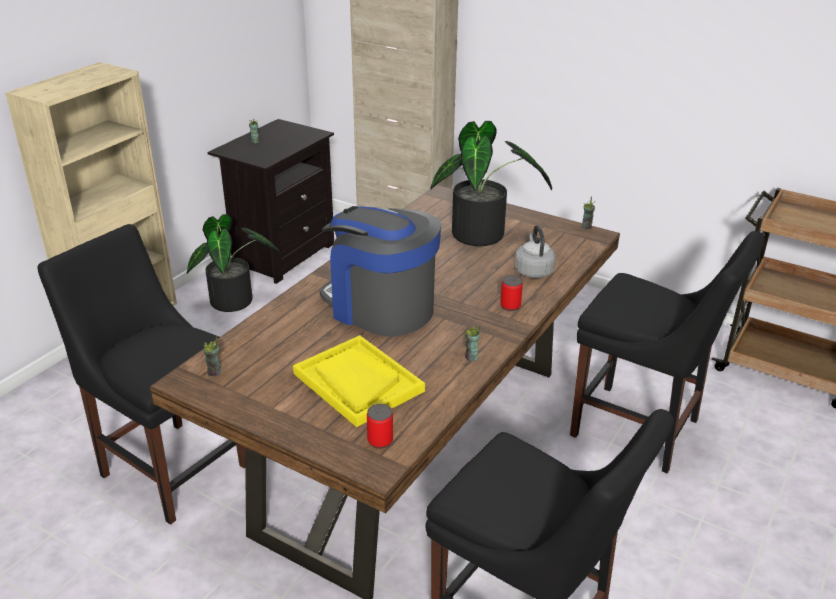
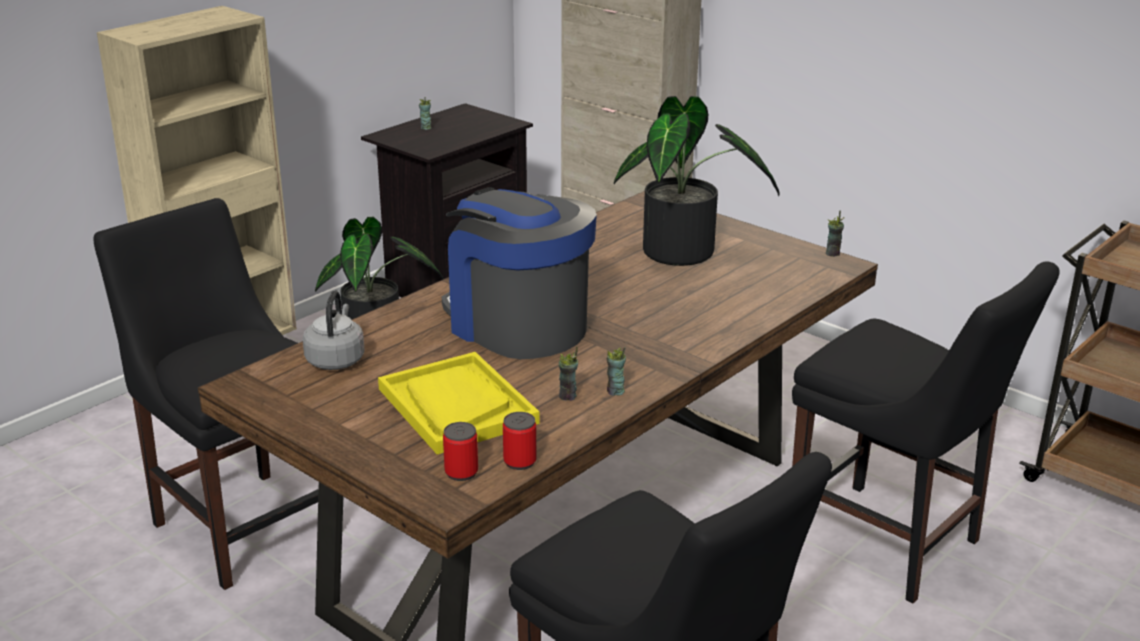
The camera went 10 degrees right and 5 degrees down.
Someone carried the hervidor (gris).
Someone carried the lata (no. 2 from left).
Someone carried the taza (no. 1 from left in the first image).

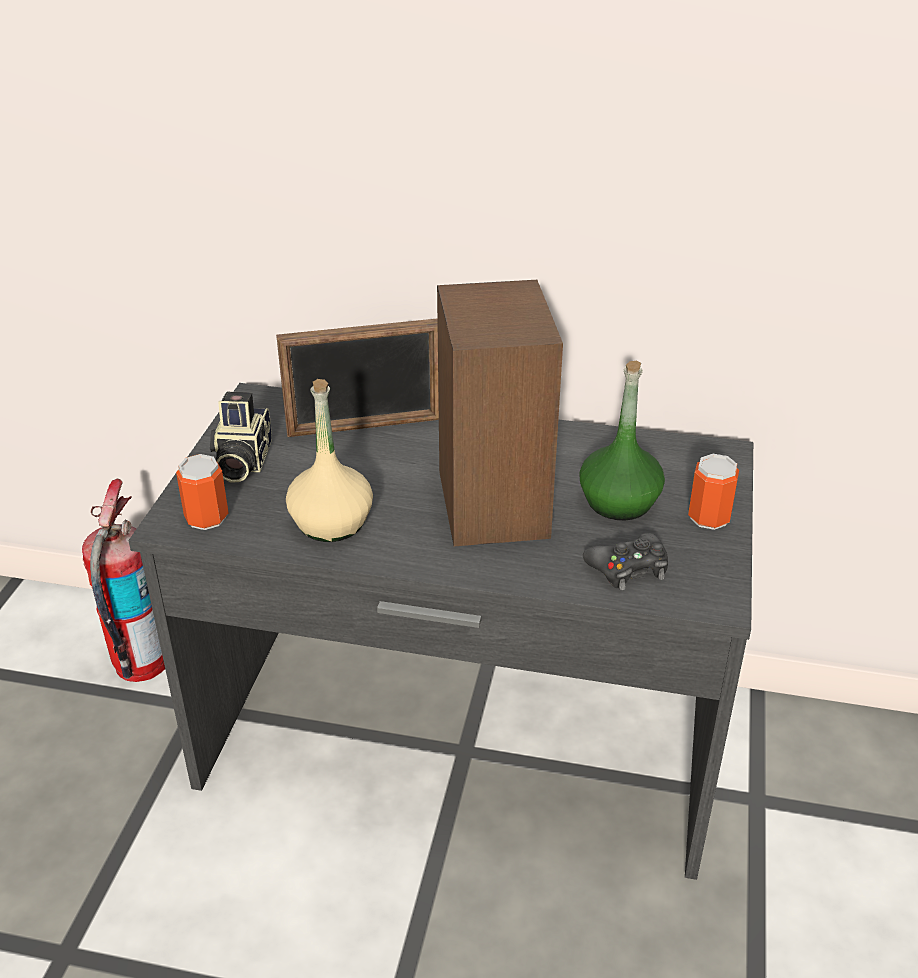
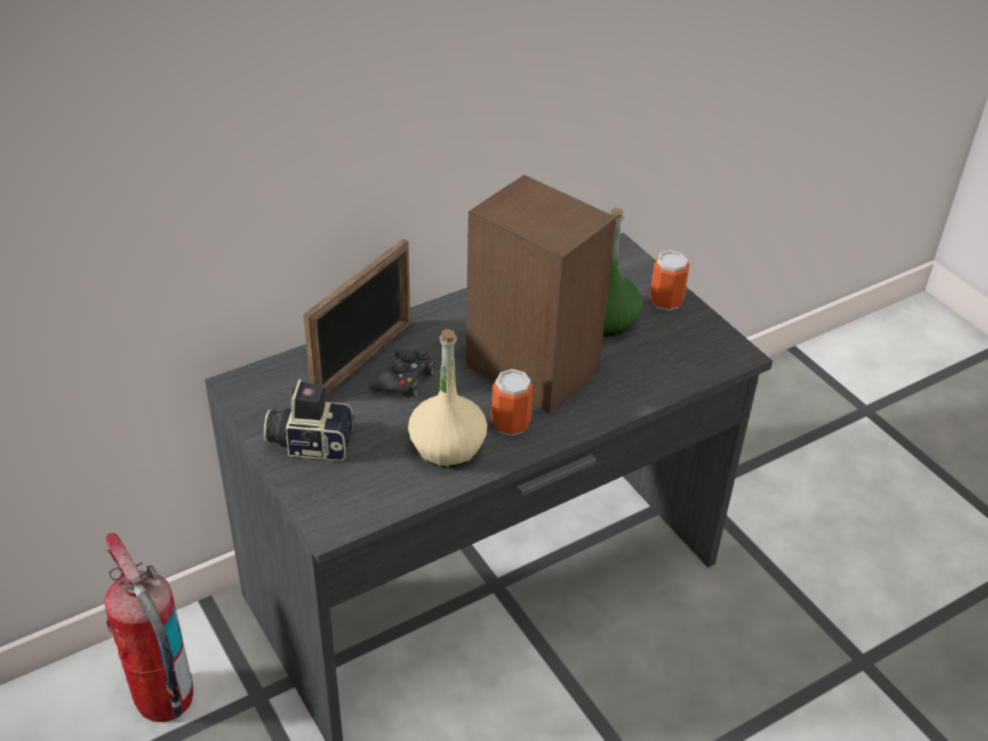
The camera went 45 degrees left and 5 degrees up.
Someone rotated the cámara by 135 degrees clockwise.
Someone carried the lata (no. 1 from left).
Someone carried the mando de consola (negro).

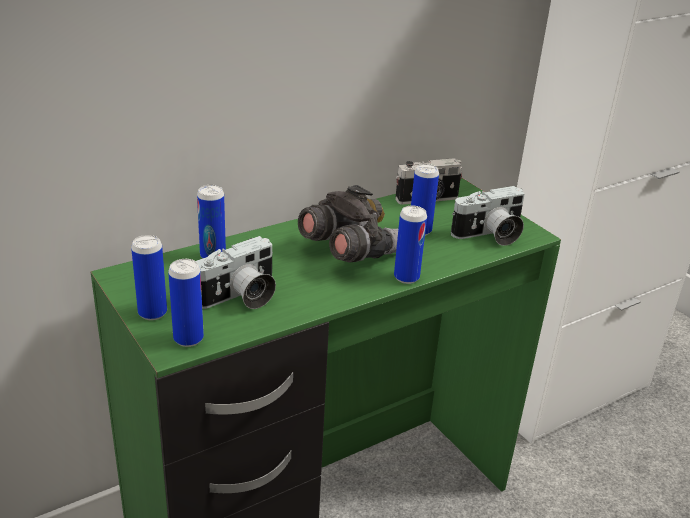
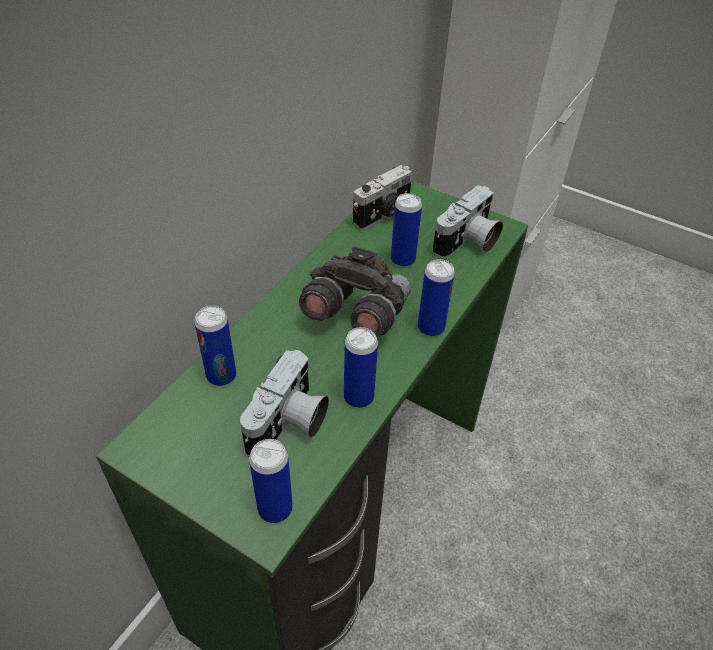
The camera went 25 degrees left and 15 degrees up.
Someone carried the lata (no. 1 from left in the first image).

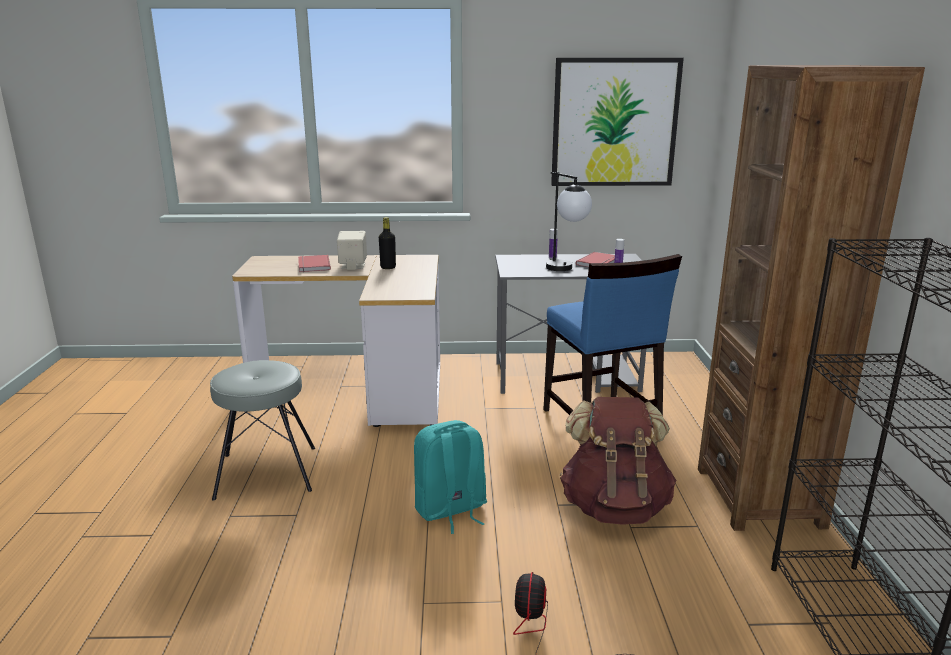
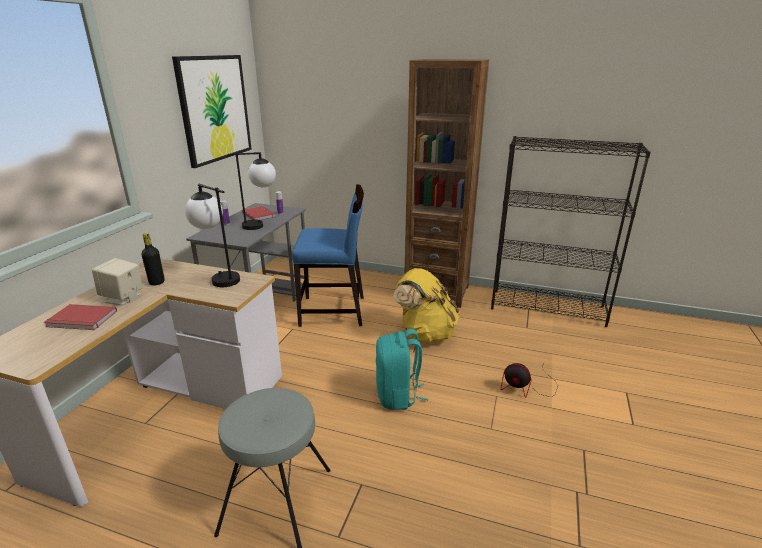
The camera went 70 degrees left and 5 degrees up.
Someone repainted the mochila (marrón), which became the mochila (amarillo).
Someone put down the lámpara de mesa (no. 1 from left).

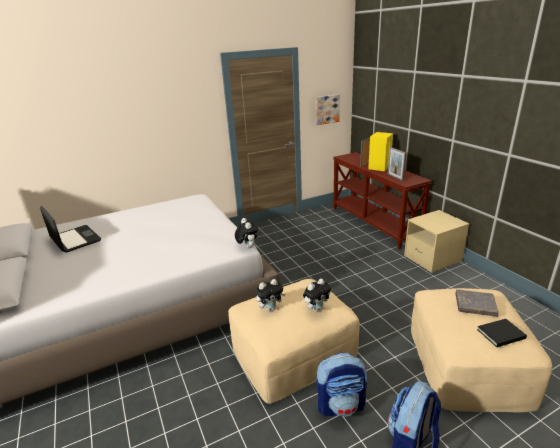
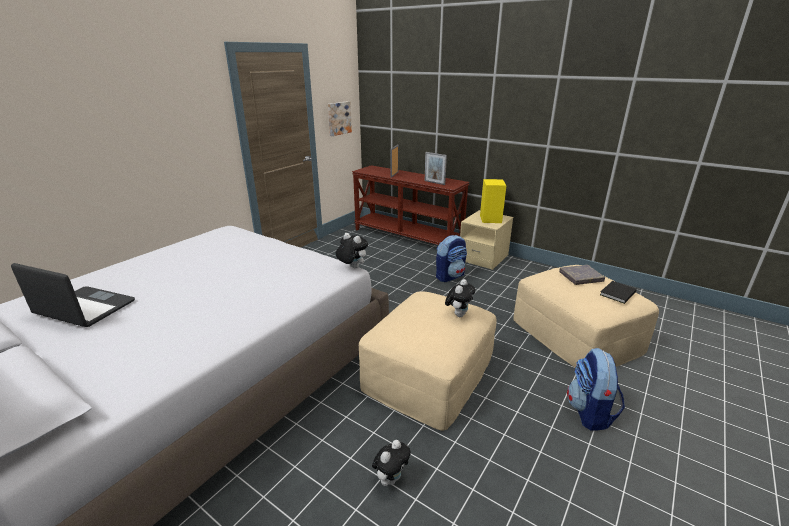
The camera went 30 degrees left and 0 degrees up.
Someone carried the altavoz (amarillo).
Someone carried the peluche (no. 2 from left).
Someone carried the mochila (no. 1 from left).

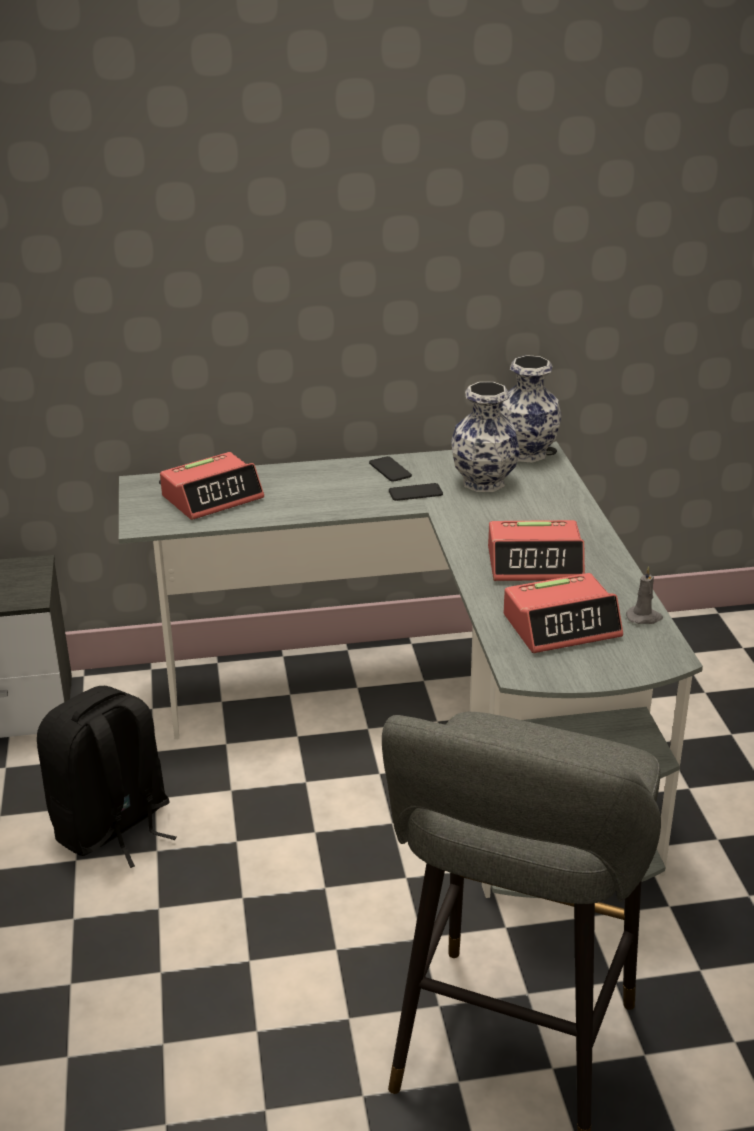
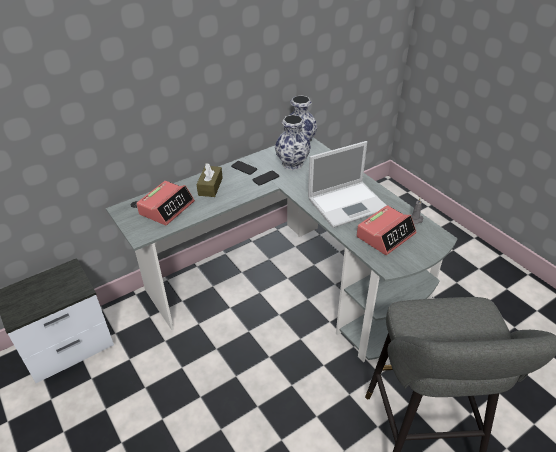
The camera went 25 degrees left and 10 degrees up.
Someone swapped the despertador (no. 2 from left) for the portátil.
Someone took away the mochila (negro).
Someone put down the caja de pañuelos (marrón).

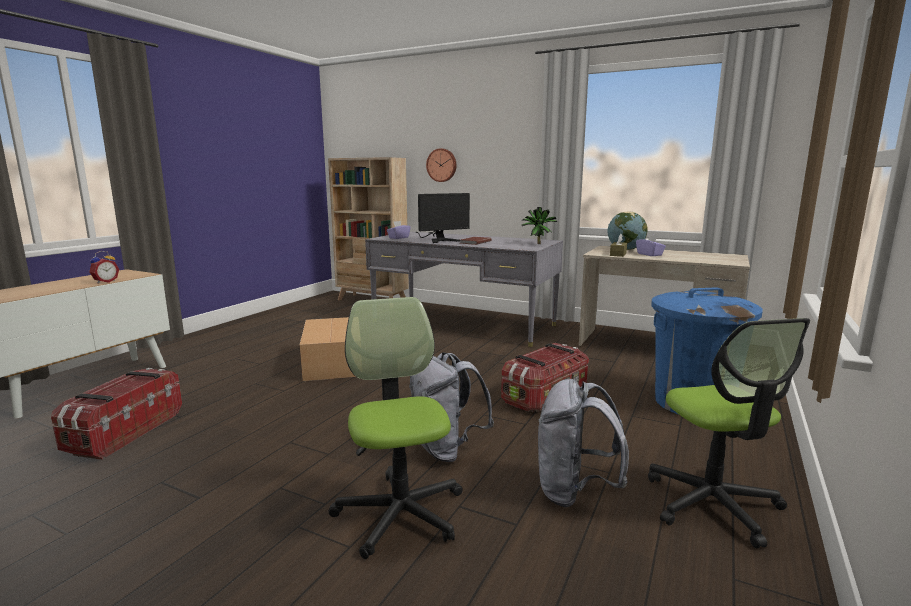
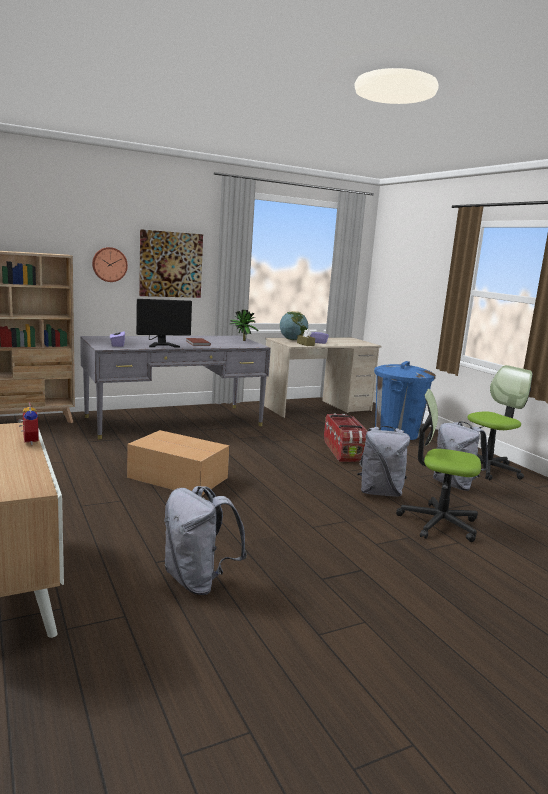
The camera went 55 degrees left and 0 degrees up.
Someone rotated the monitor by 60 degrees clockwise.
Someone rotated the silla de oficina (no. 2 from left) by 60 degrees counterclockwise.
Someone swapped the caja de almacenaje (no. 1 from left) for the mochila (gris) (no. 1 from left).
Someone put up the cuadro.

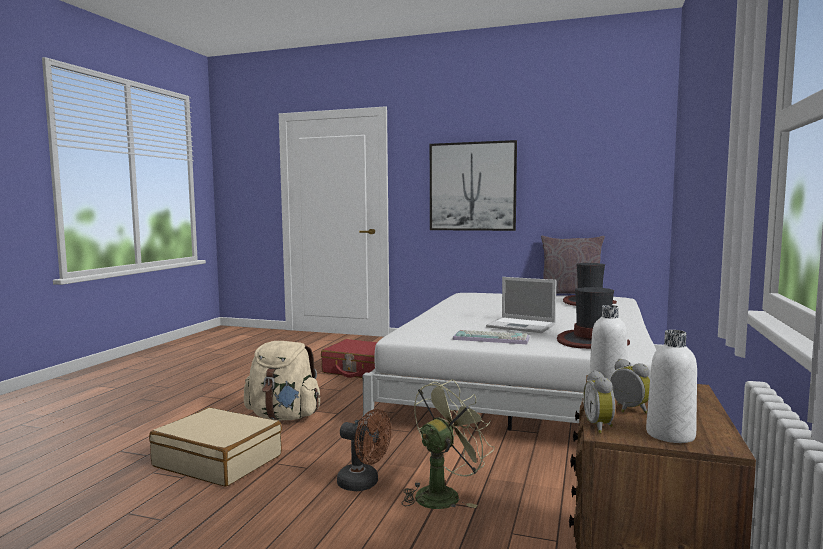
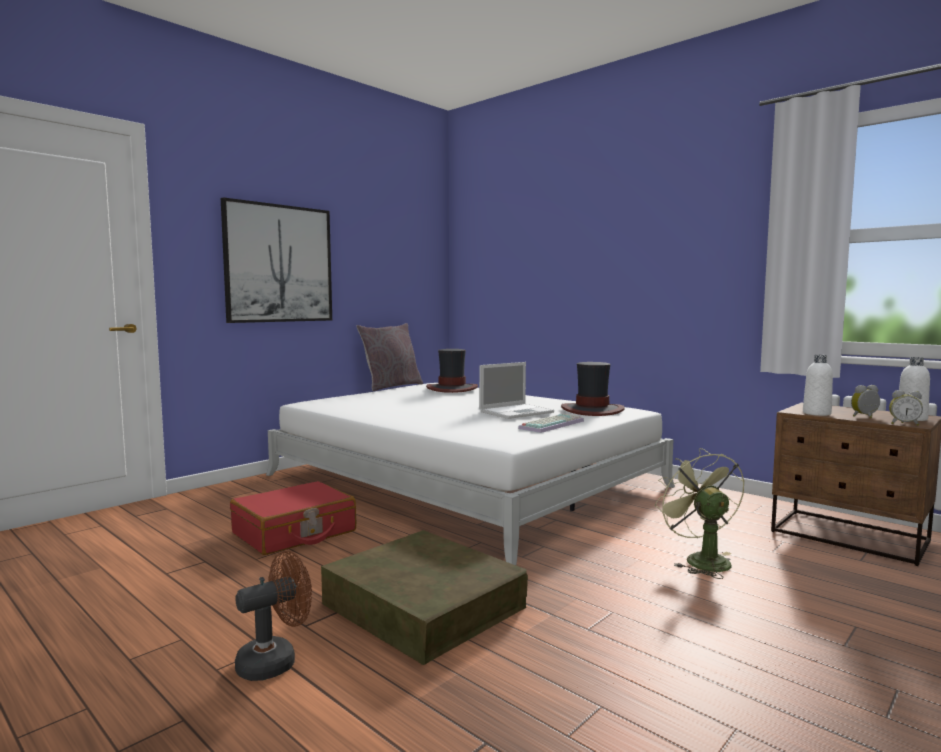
The camera went 65 degrees left and 0 degrees up.
Someone swapped the mochila (beis) for the caja de almacenaje (marrón).
Someone took away the maleta (beis).
Someone carried the ventilador (marrón).

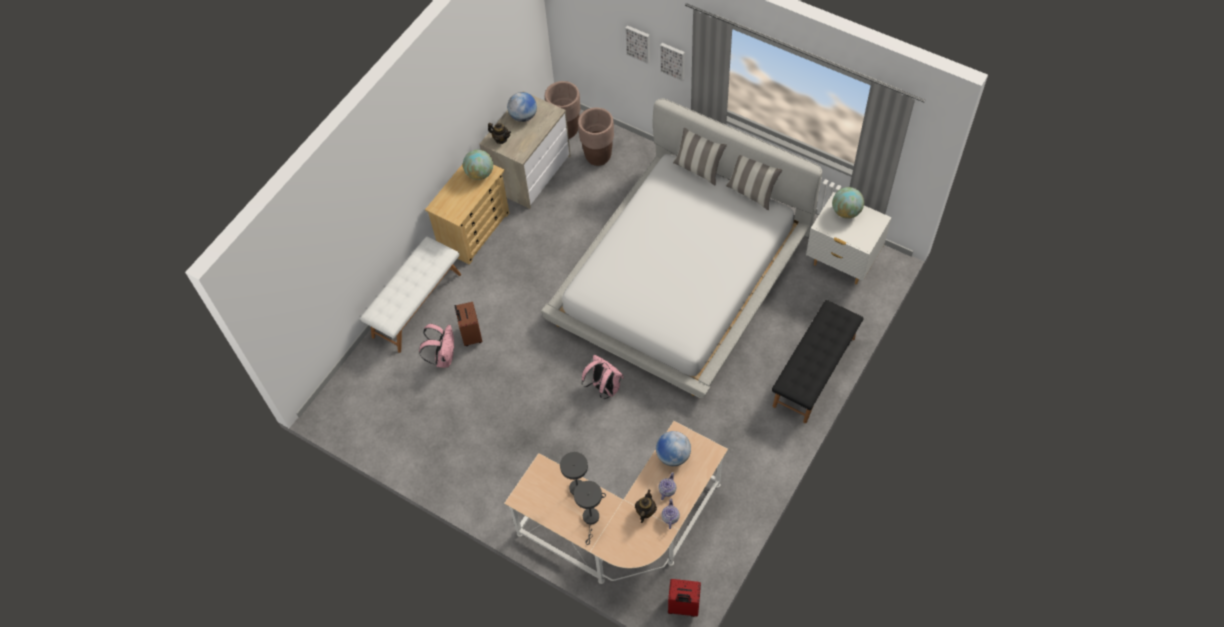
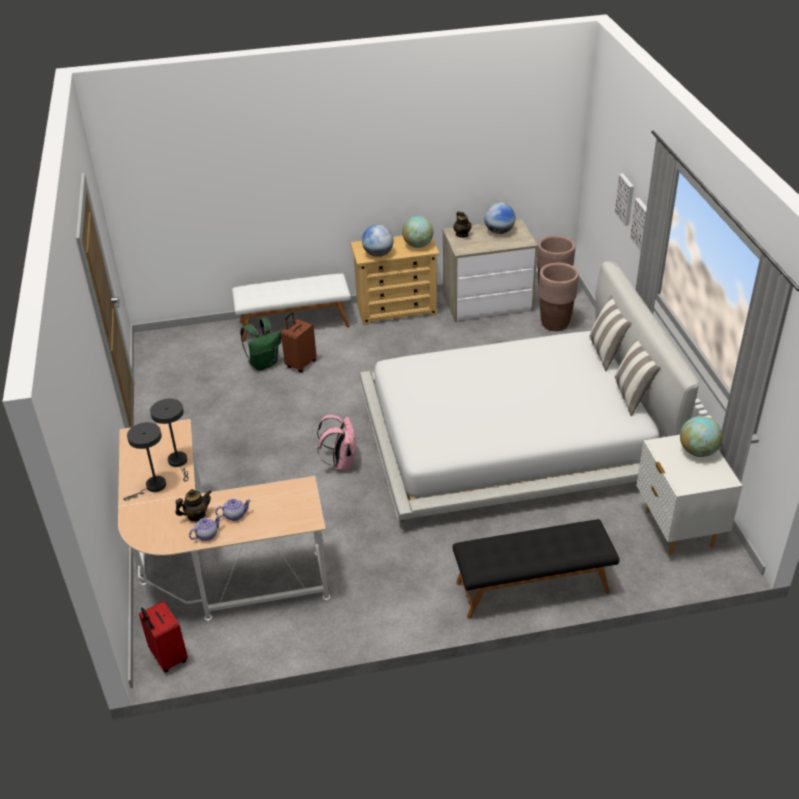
The camera went 45 degrees right and 20 degrees down.
Someone repainted the mochila (rosa) (no. 1 from left), which became the mochila (verde).
Someone carried the globo terráqueo (no. 3 from left in the first image).

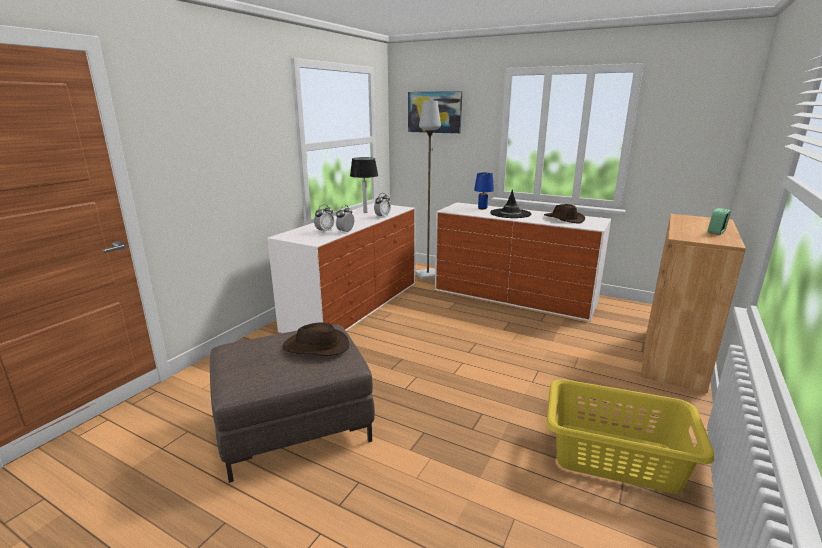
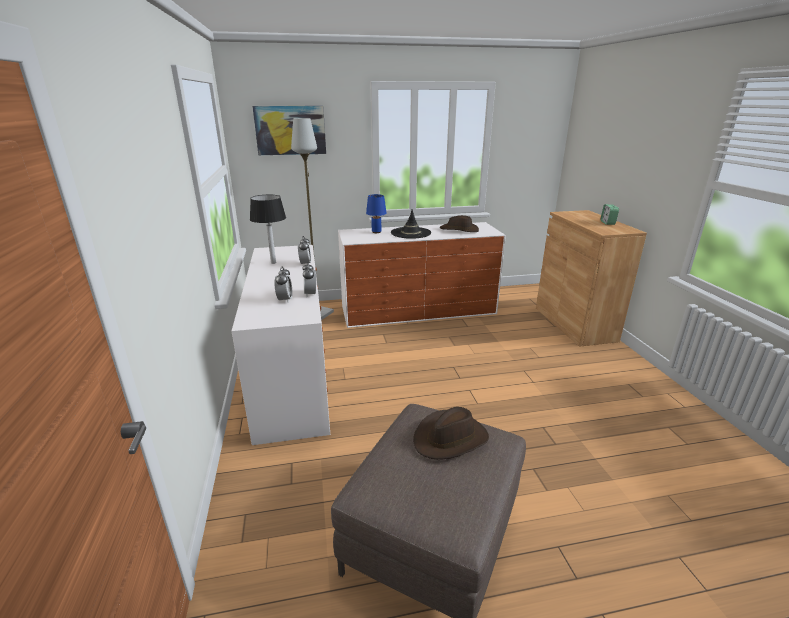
The camera went 40 degrees left and 5 degrees up.
Someone took away the cesto de la ropa (amarillo).

